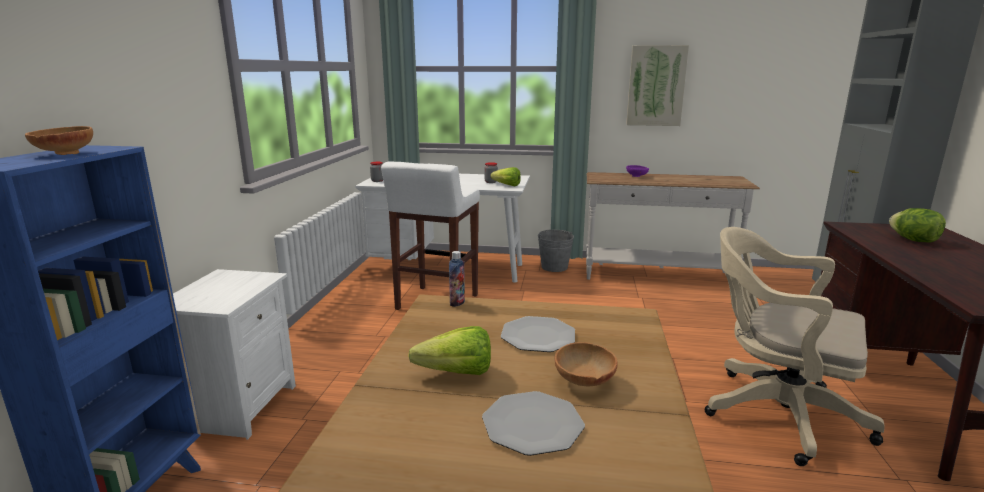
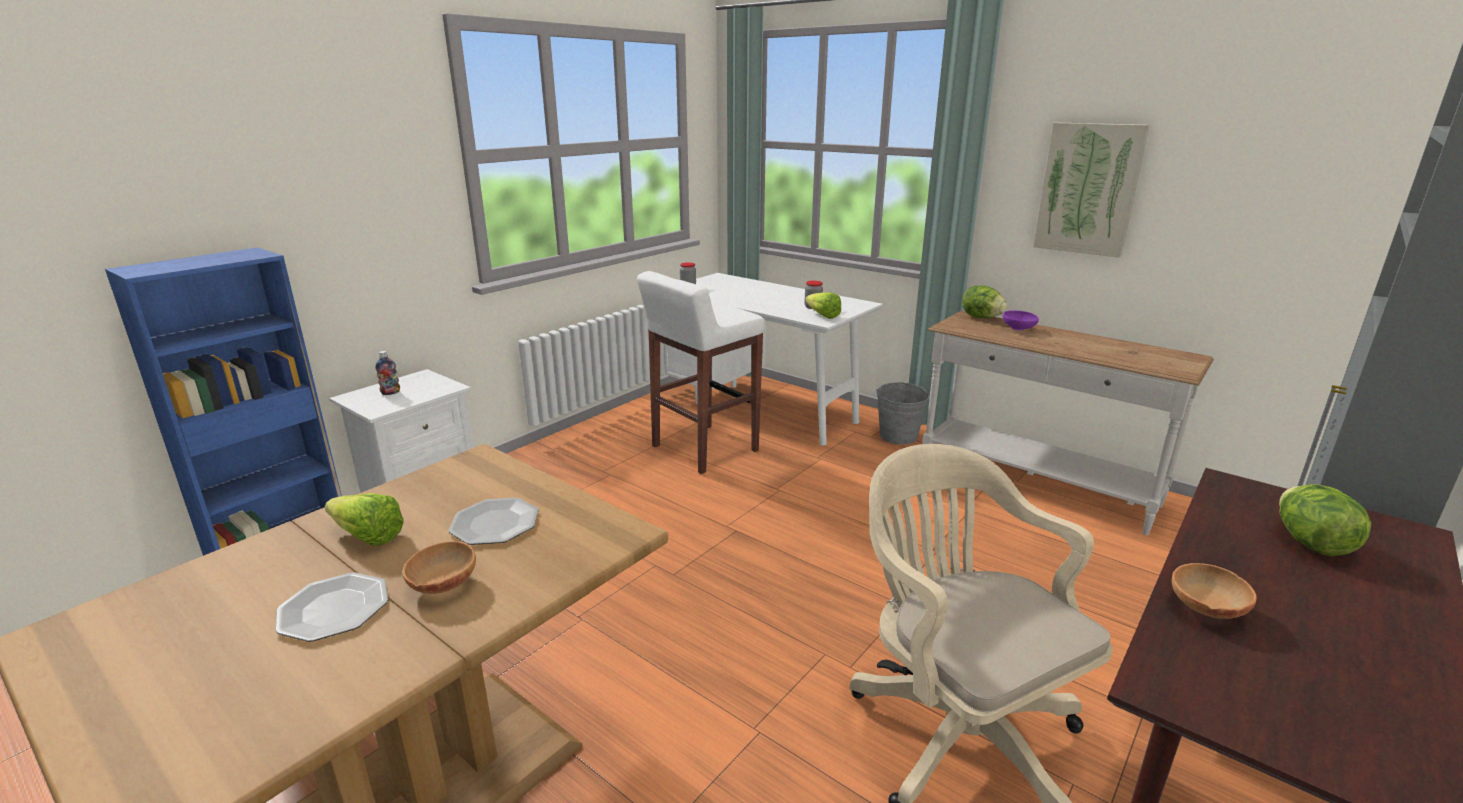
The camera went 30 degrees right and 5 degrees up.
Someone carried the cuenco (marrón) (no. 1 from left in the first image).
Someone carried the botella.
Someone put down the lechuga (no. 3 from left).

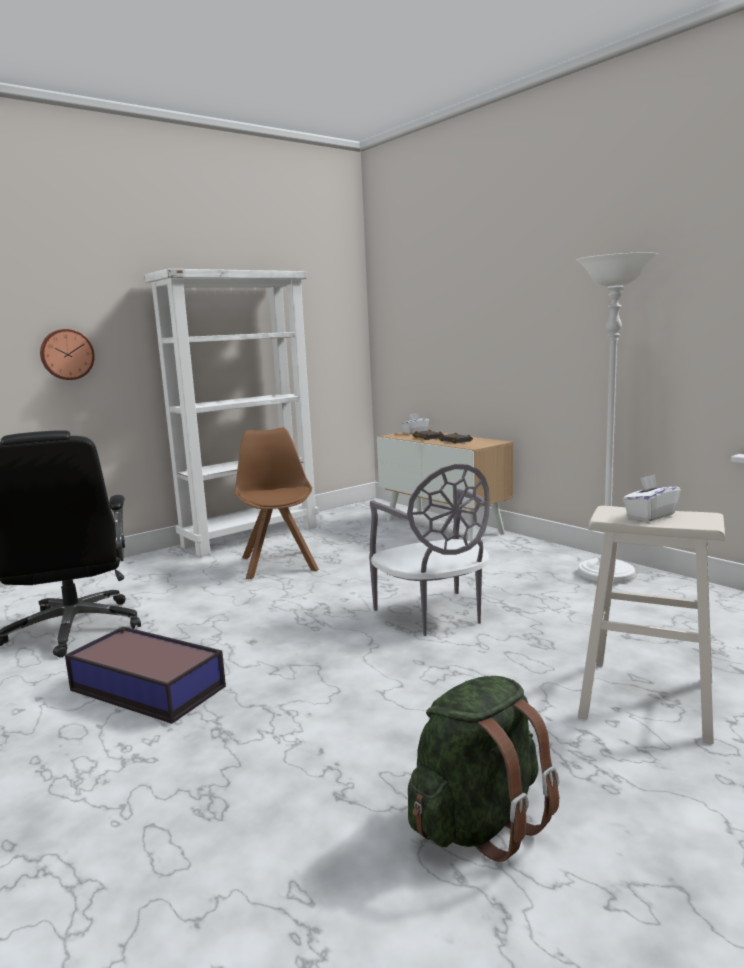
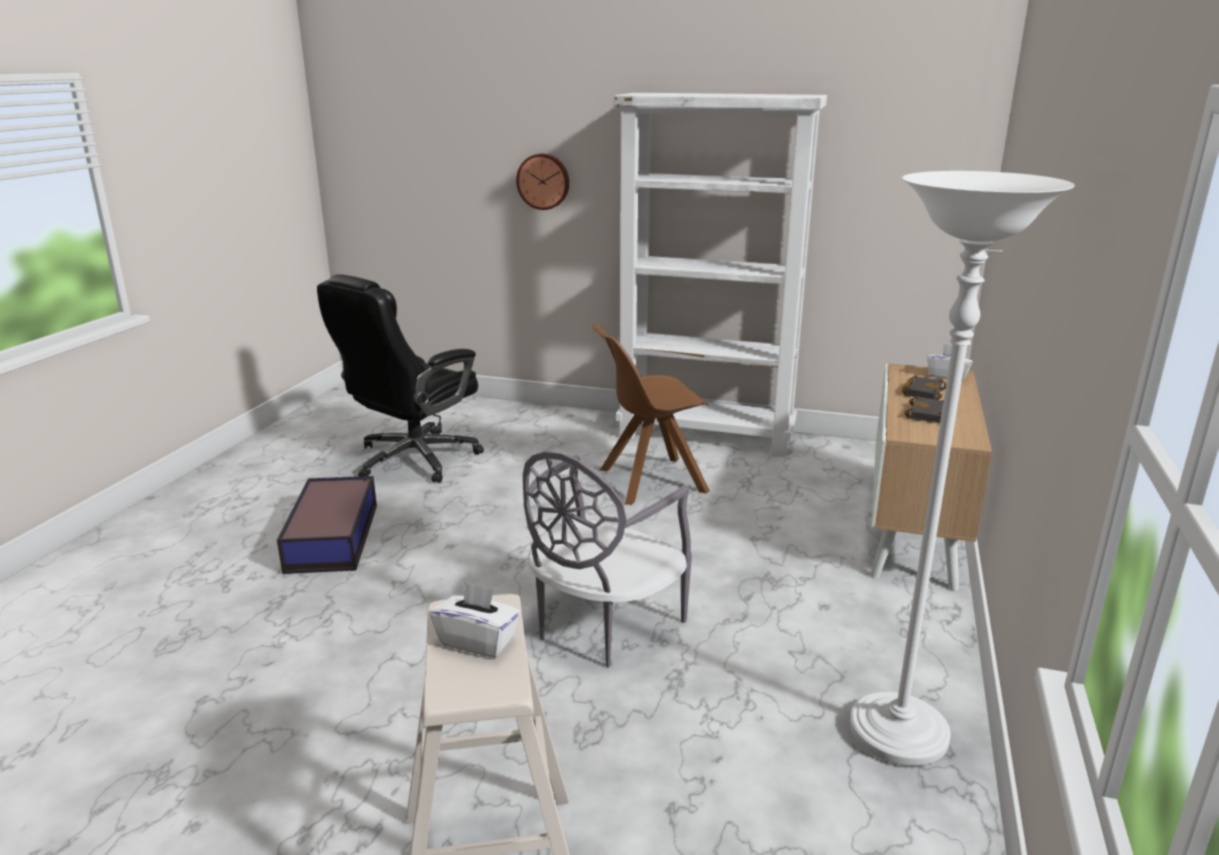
The camera went 55 degrees right and 10 degrees up.
Someone rotated the silla (marrón) by 150 degrees counterclockwise.
Someone took away the mochila (verde).

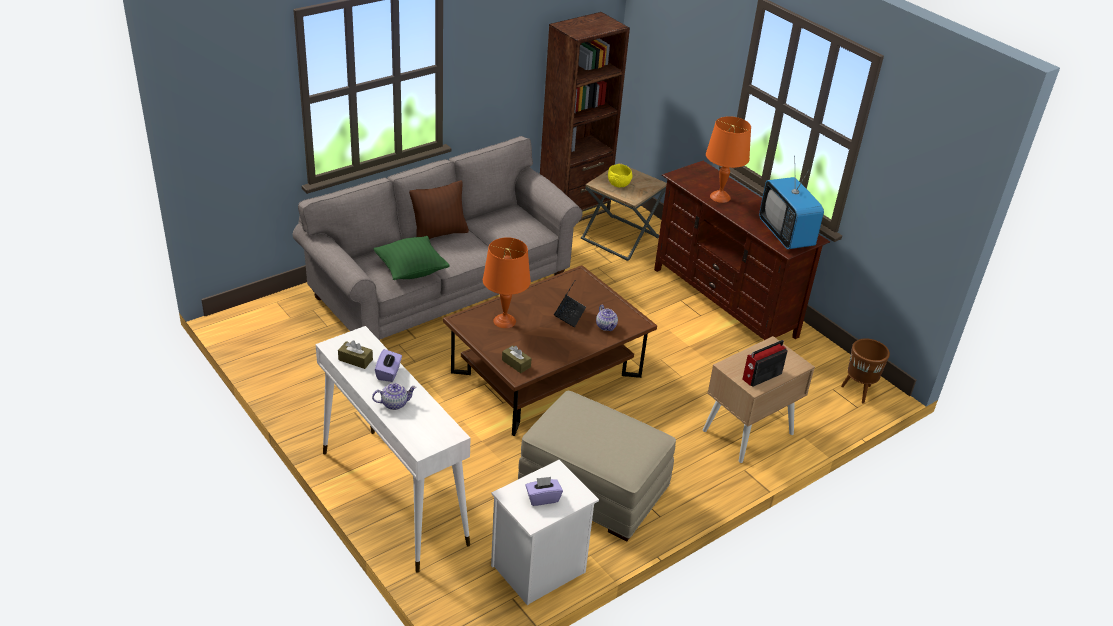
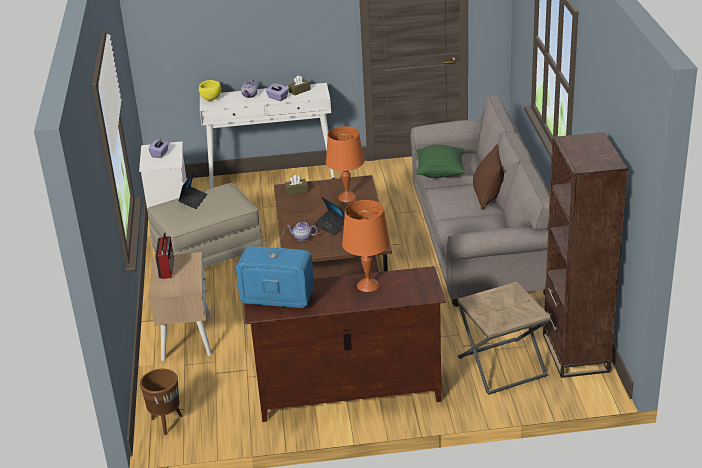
The camera went 125 degrees right and 5 degrees down.
Someone carried the cuenco (amarillo).
Someone put down the portátil (no. 1 from left).

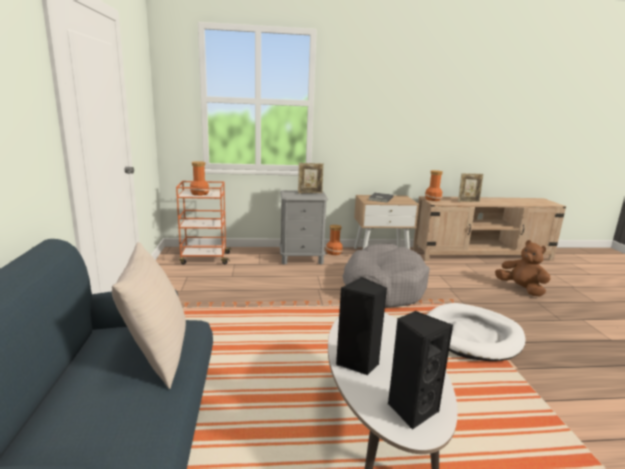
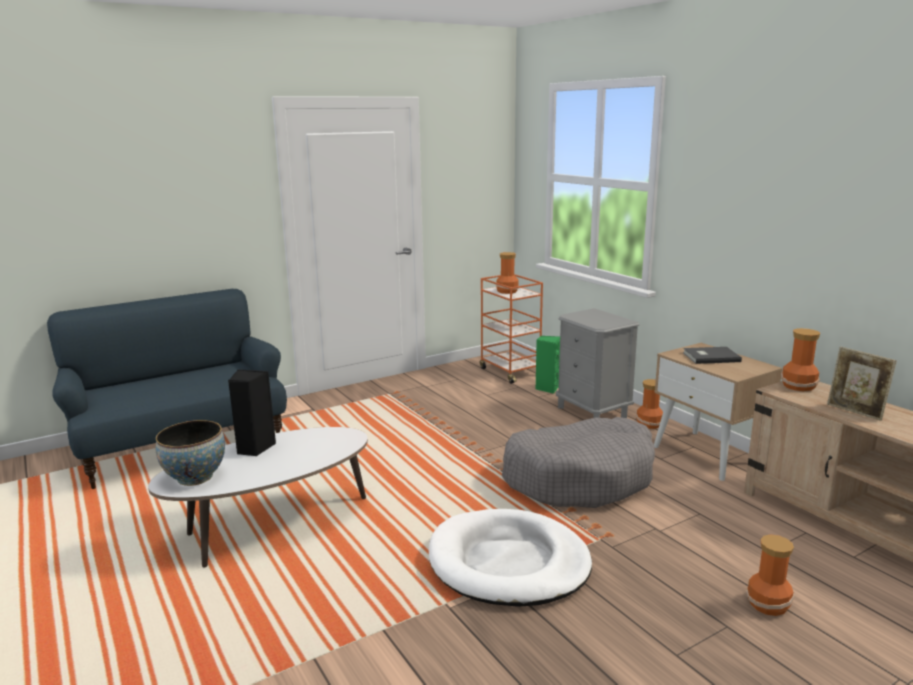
The camera went 65 degrees right and 0 degrees up.
Someone took away the portarretratos (no. 1 from left).
Someone swapped the peluche (marrón) for the florero (no. 3 from left).
Someone took away the cojín (beis).
Someone swapped the altavoz (negro) (no. 2 from left) for the cuenco.
Someone put down the altavoz (verde).

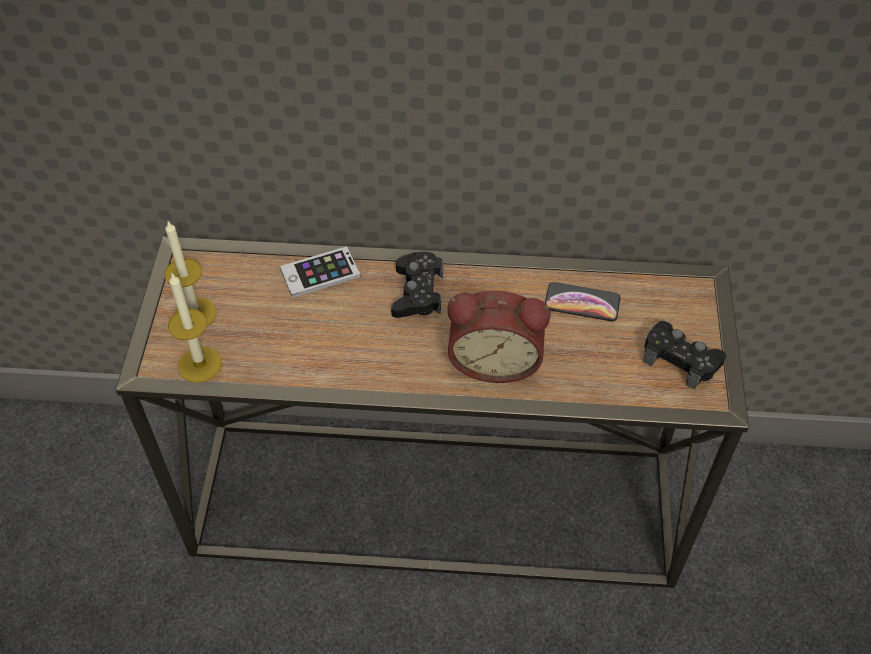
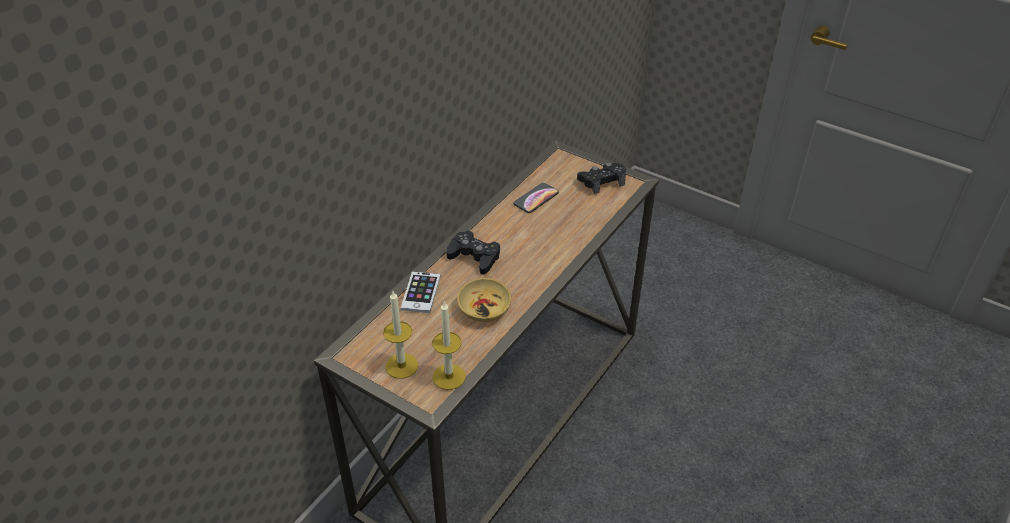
The camera went 60 degrees left and 10 degrees down.
Someone took away the despertador.
Someone put down the cuenco (beis).

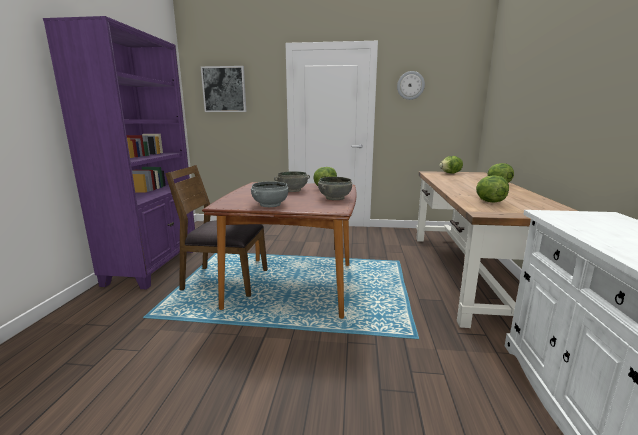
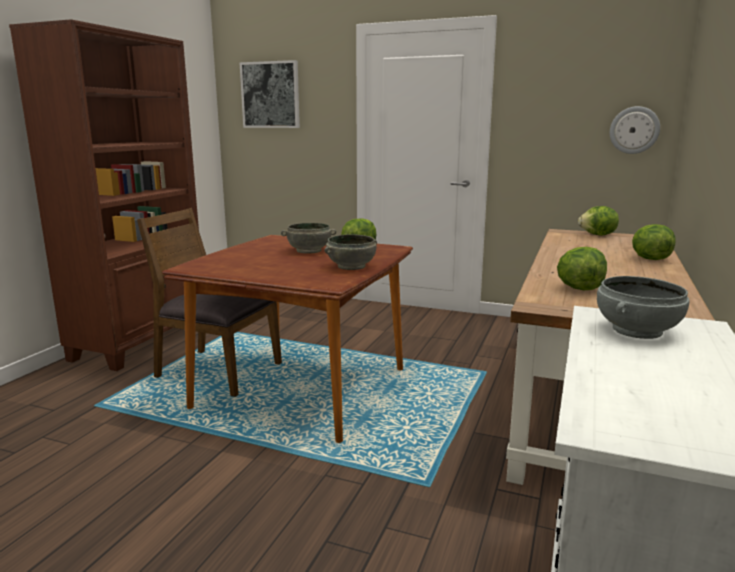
The camera went 15 degrees right and 0 degrees up.
Someone repainted the estantería (morado), which became the estantería (marrón).
Someone carried the reloj de pared.
Someone carried the cuenco (gris) (no. 1 from left in the first image).

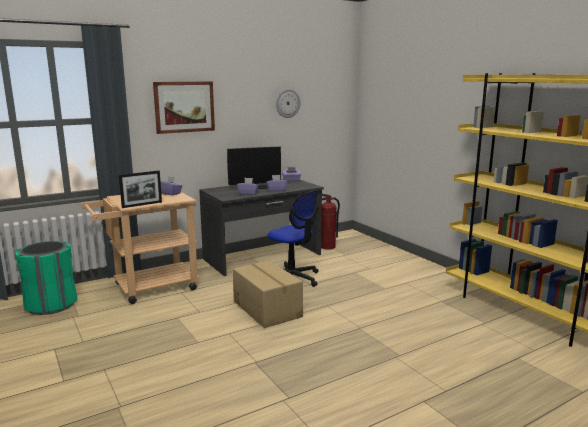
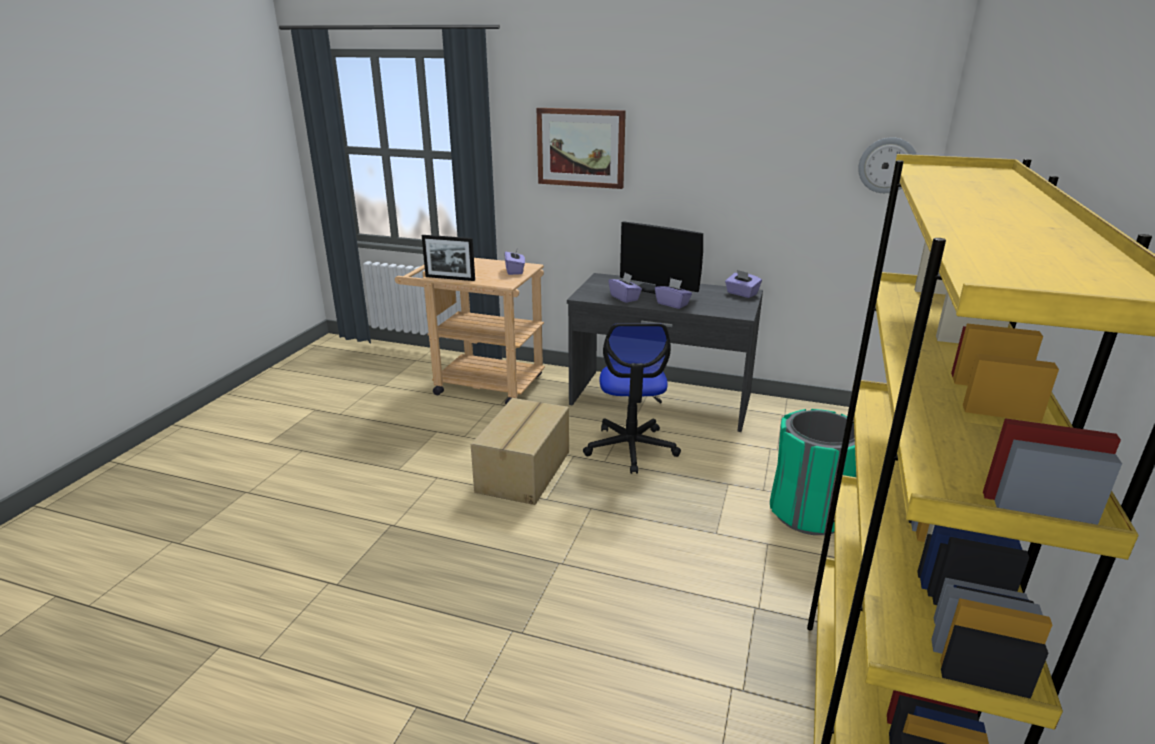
The camera went 50 degrees right and 10 degrees up.
Someone carried the reloj de pared.
Someone took away the extintor.
Someone carried the papelera (verde).

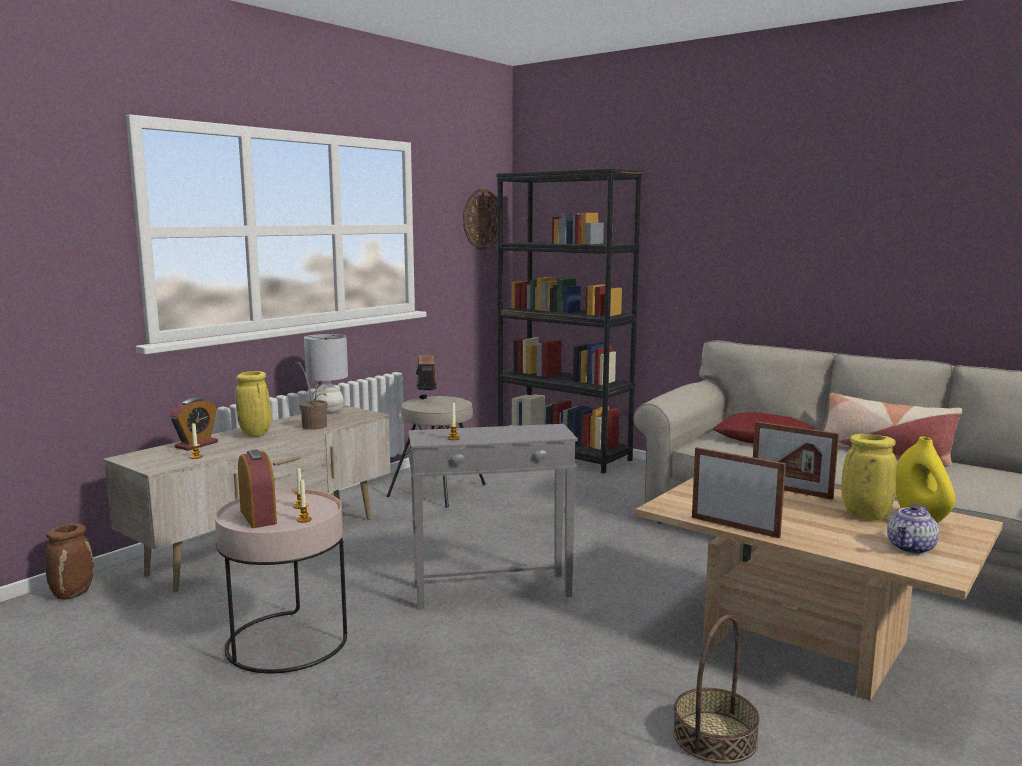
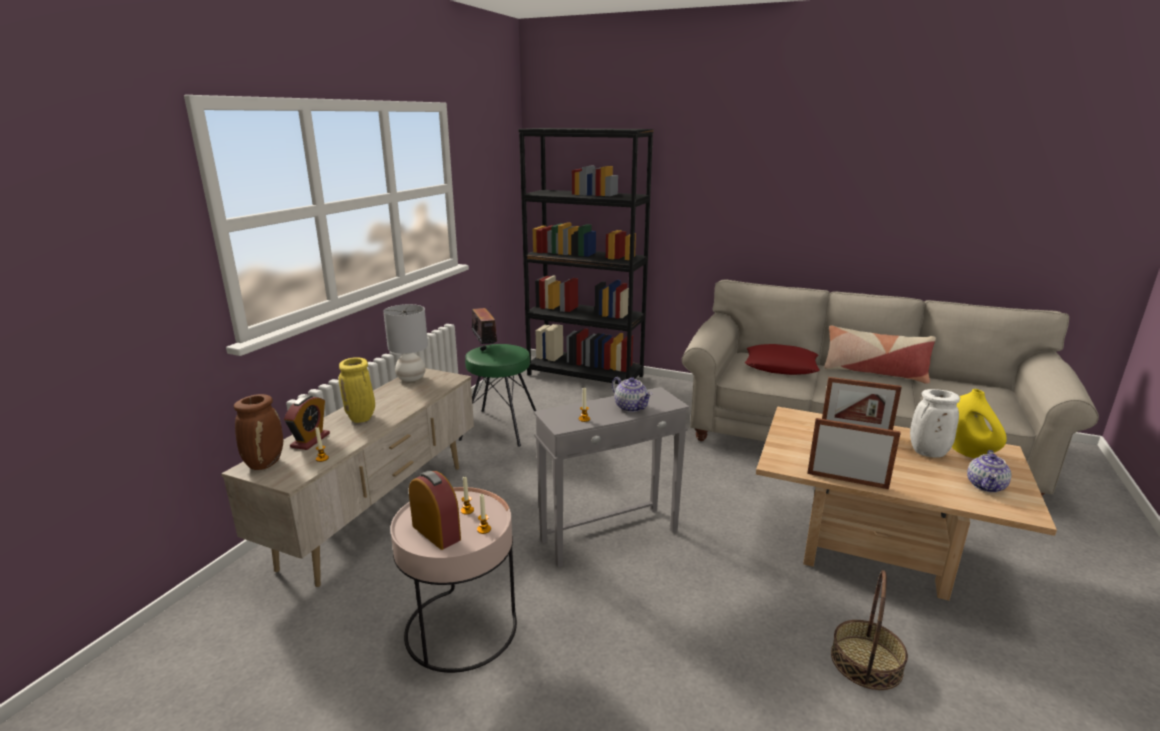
The camera went 15 degrees left and 10 degrees up.
Someone took away the reloj de pared.
Someone took away the planta en maceta.
Someone repainted the taburete (beis), which became the taburete (verde).
Someone repainted the florero (amarillo) (no. 2 from left), which became the florero (blanco).
Someone carried the florero (marrón).
Someone put down the tetera (no. 1 from left).

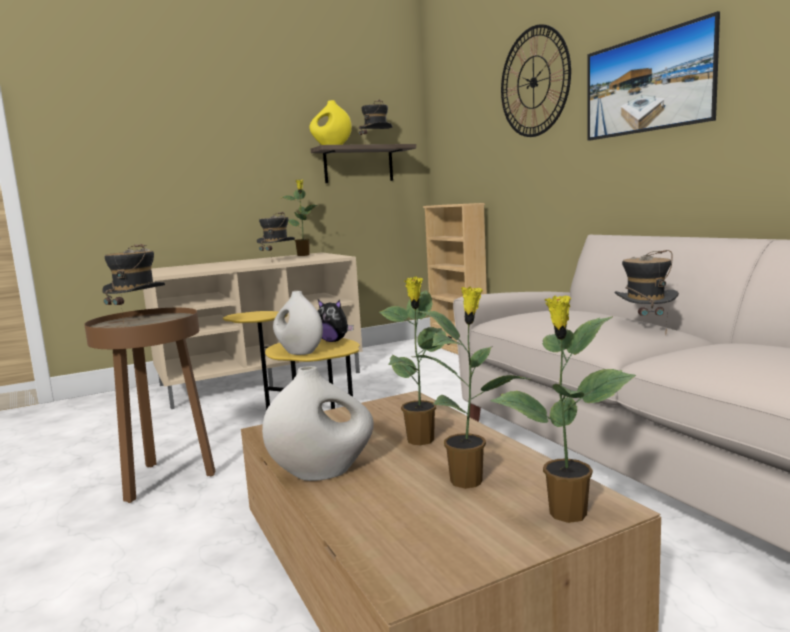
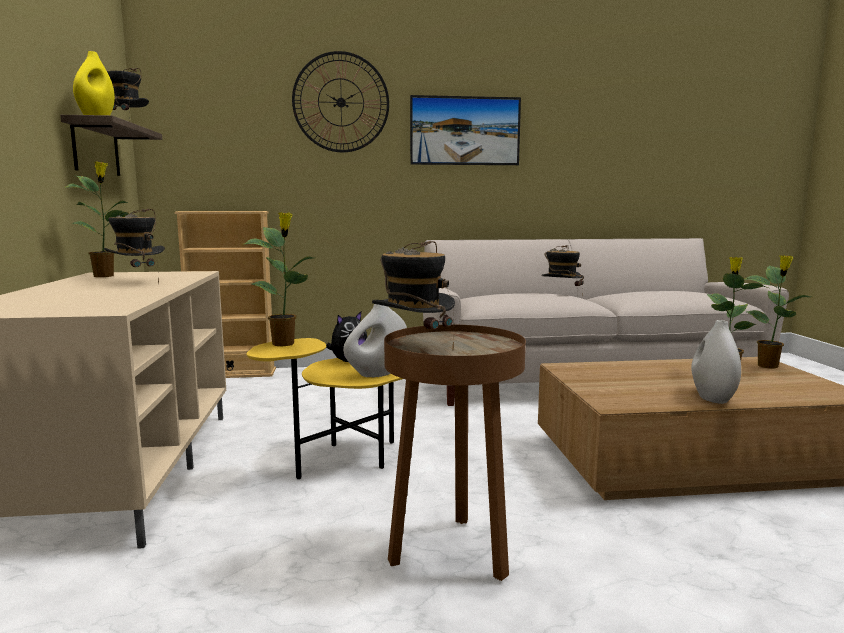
The camera went 70 degrees left and 0 degrees up.
Someone carried the planta en maceta (no. 2 from left).

